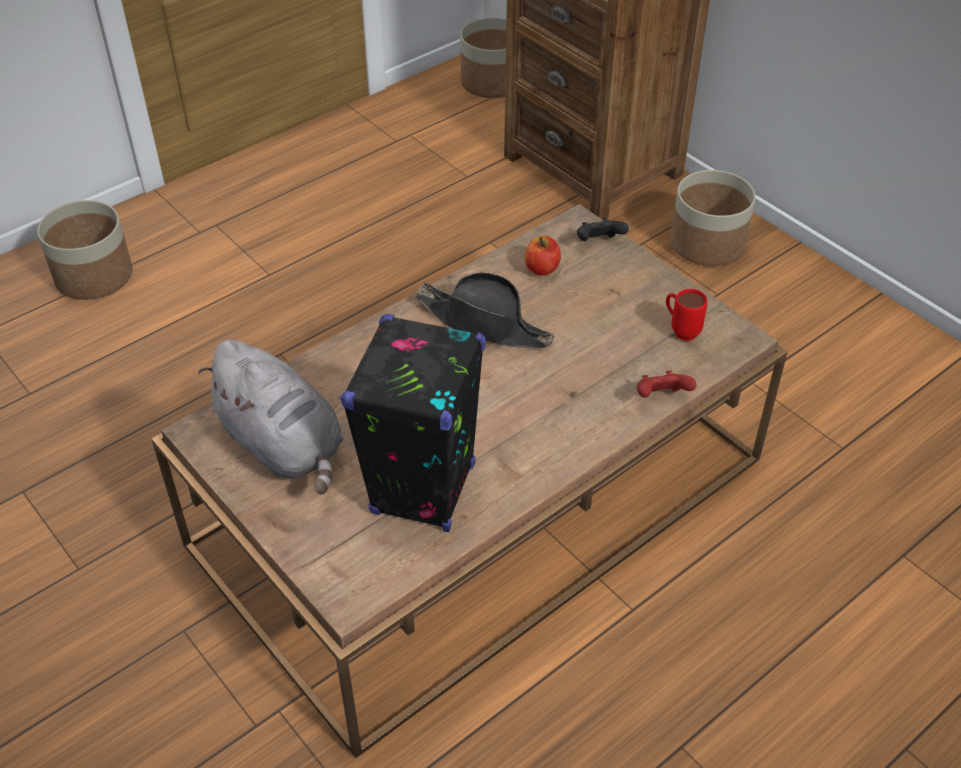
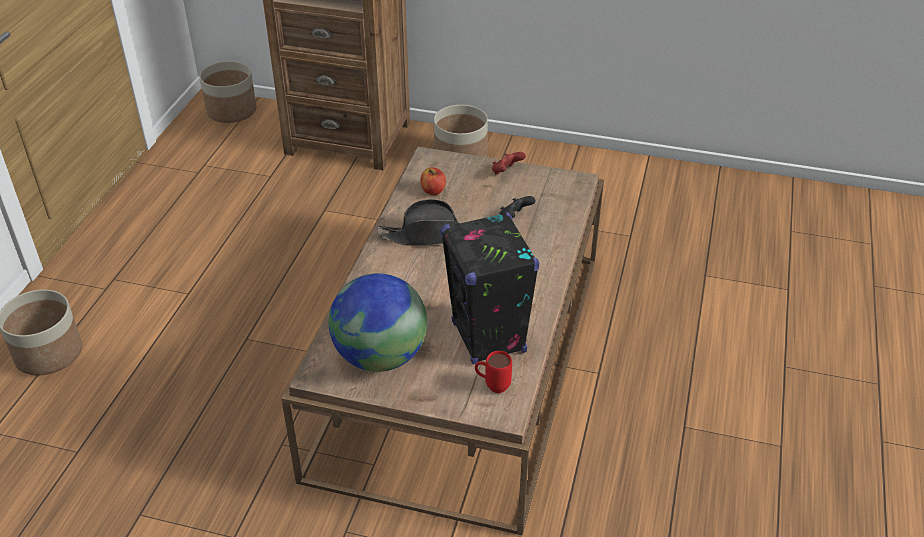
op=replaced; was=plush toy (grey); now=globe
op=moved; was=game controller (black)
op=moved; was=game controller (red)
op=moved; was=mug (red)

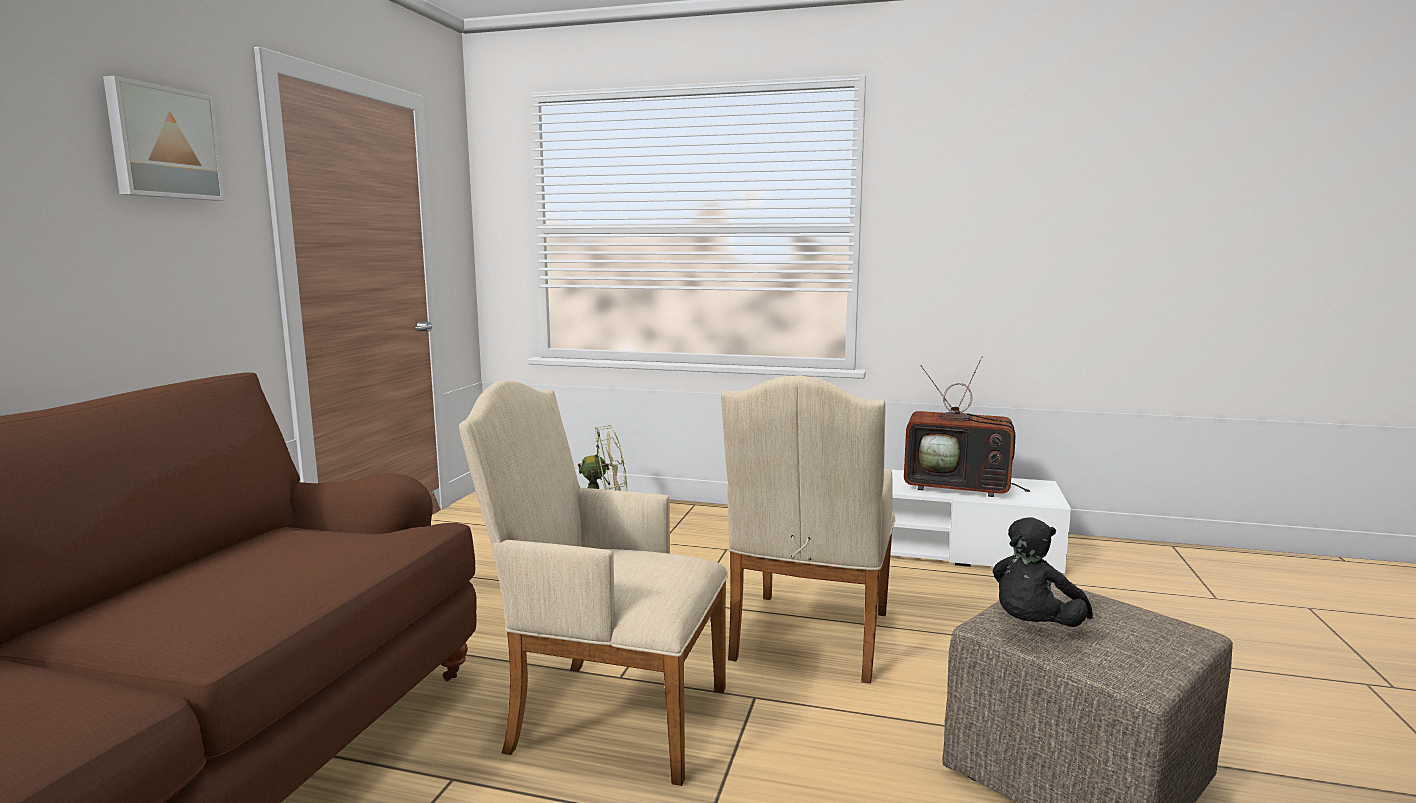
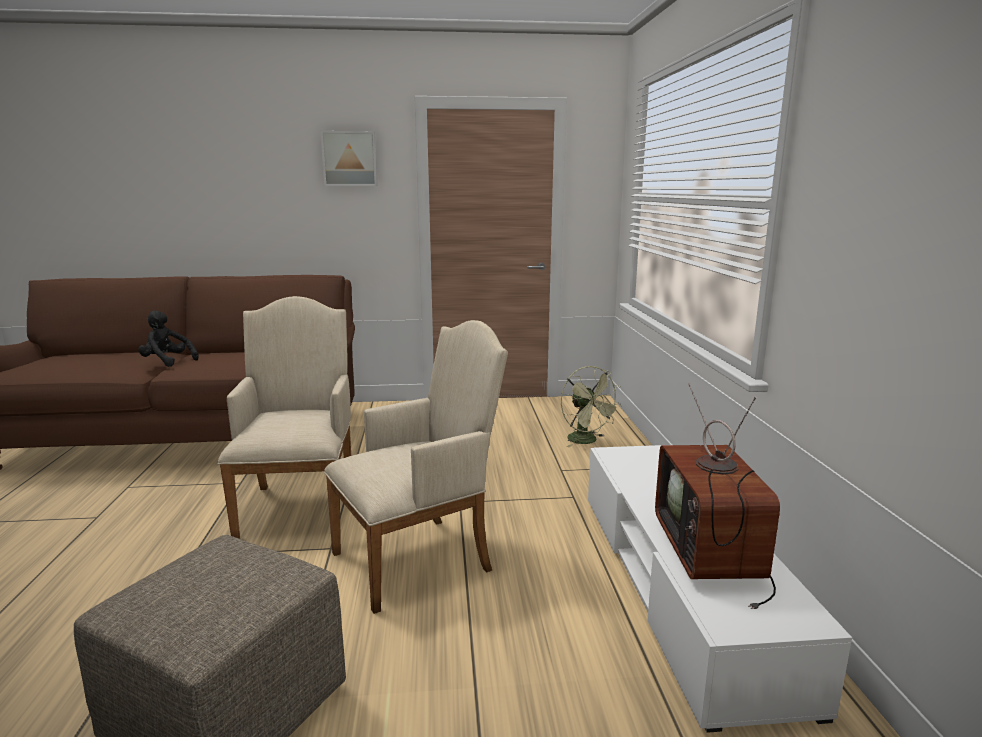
op=turned; was=armchair (beige) (2nd from left); clockwise=150
op=moved; was=plush toy (black)

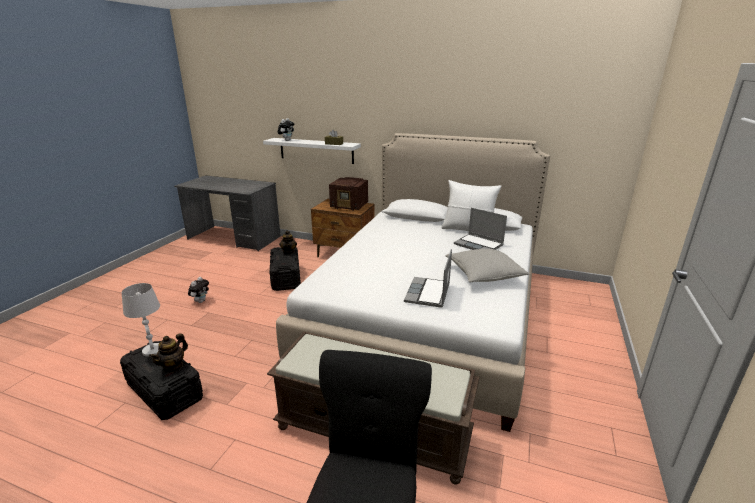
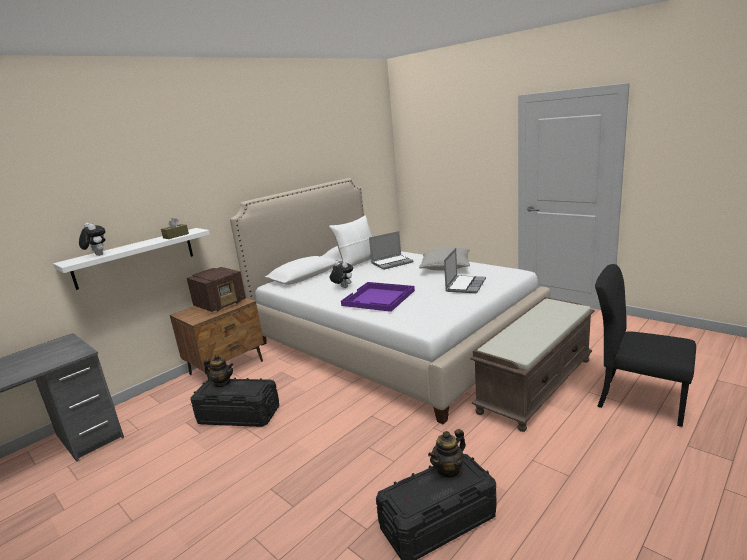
op=removed; was=table lamp (white)
op=turned; was=teapot (1st from left in the first image); clockwise=90
op=moved; was=plush toy (1st from left in the first image); now=plush toy (2nd from left)
op=turned; was=laptop (1st from left in the first image); clockwise=-105
op=added; now=tray (purple)

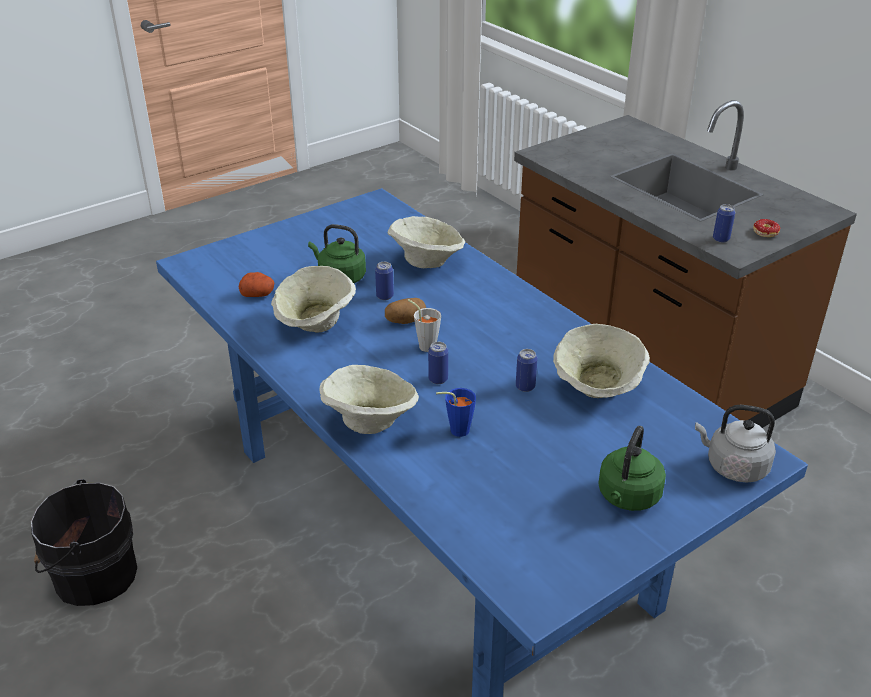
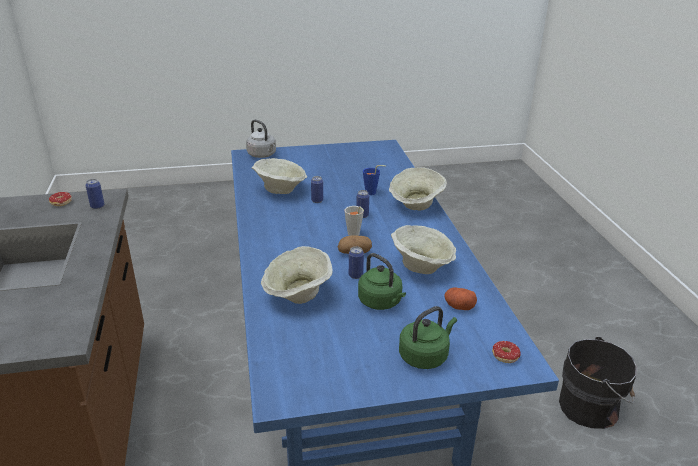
op=moved; was=kettle (green) (2nd from left)
op=added; now=donut (2nd from left)

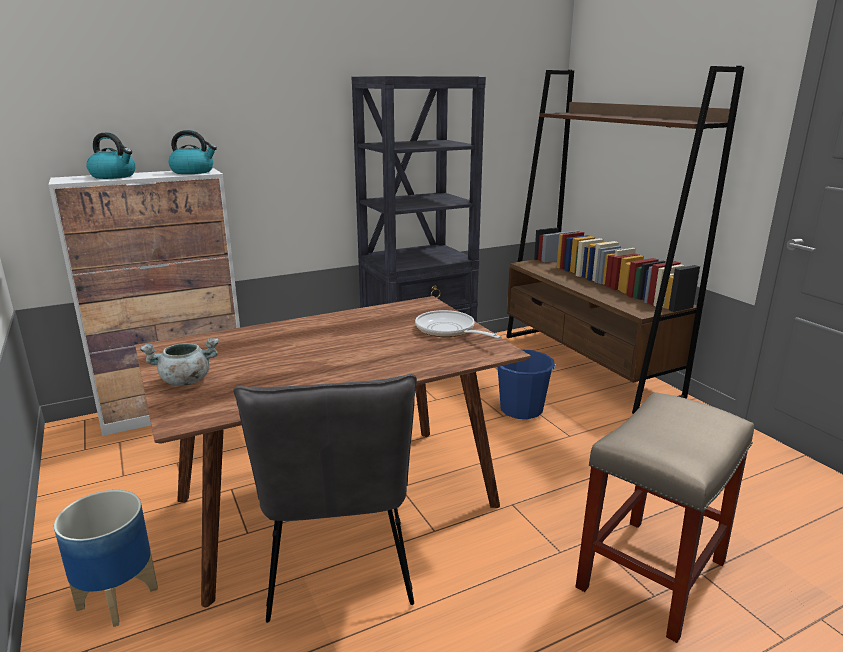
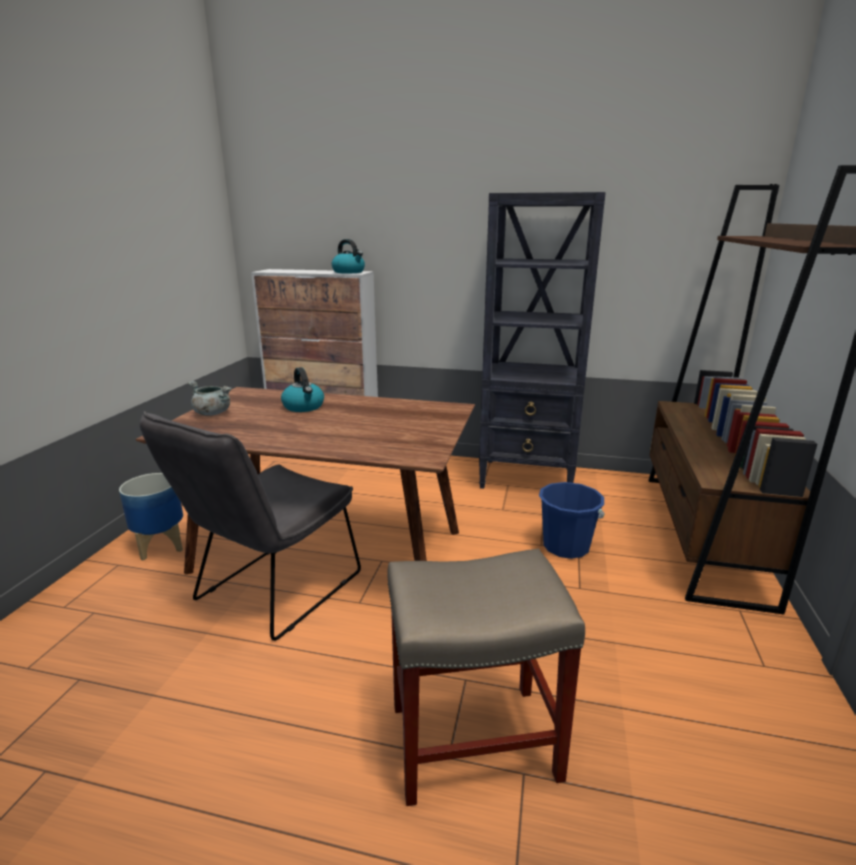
op=moved; was=kettle (1st from left)
op=removed; was=frying pan

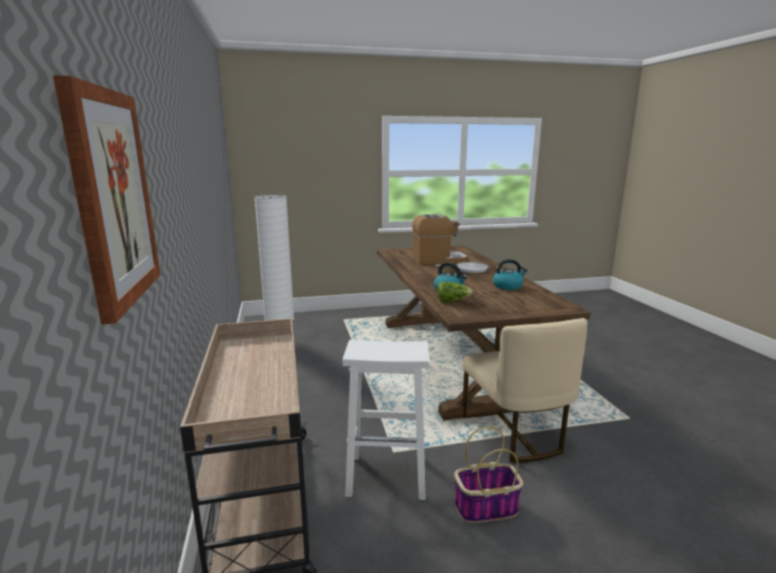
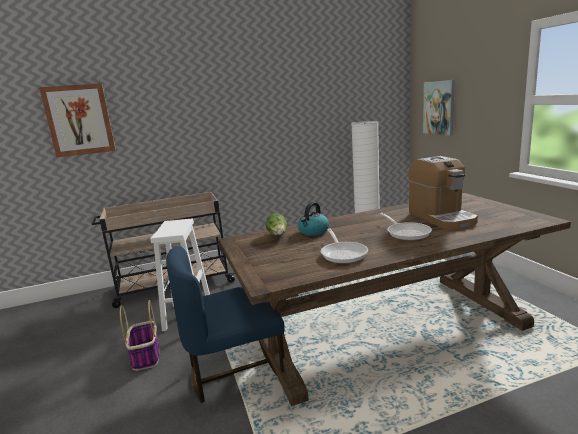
op=recoloured; was=chair (beige); now=chair (blue)
op=replaced; was=kettle (2nd from left); now=frying pan (1st from left)
op=added; now=picture (2nd from left)

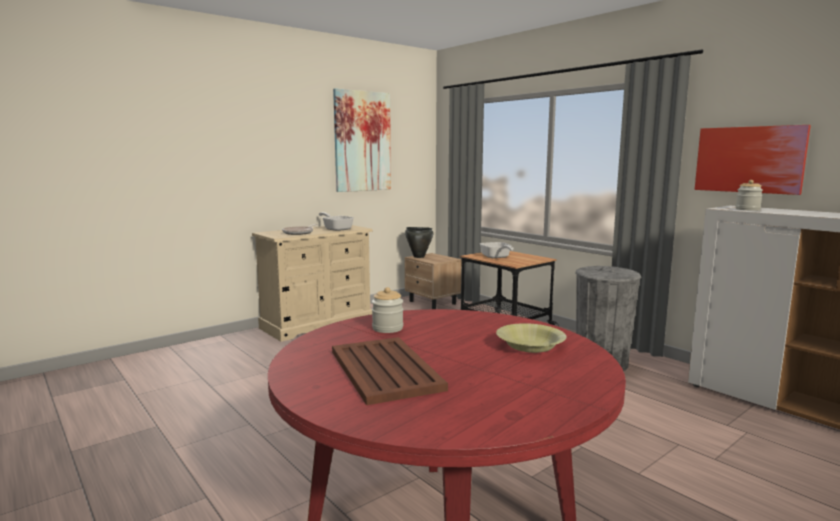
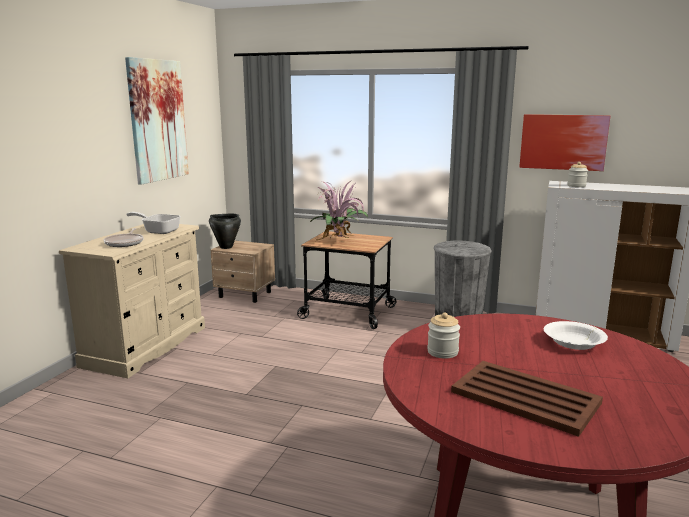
op=replaced; was=frying pan (3rd from left); now=potted plant
op=recoloured; was=bowl (yellow); now=bowl (white)

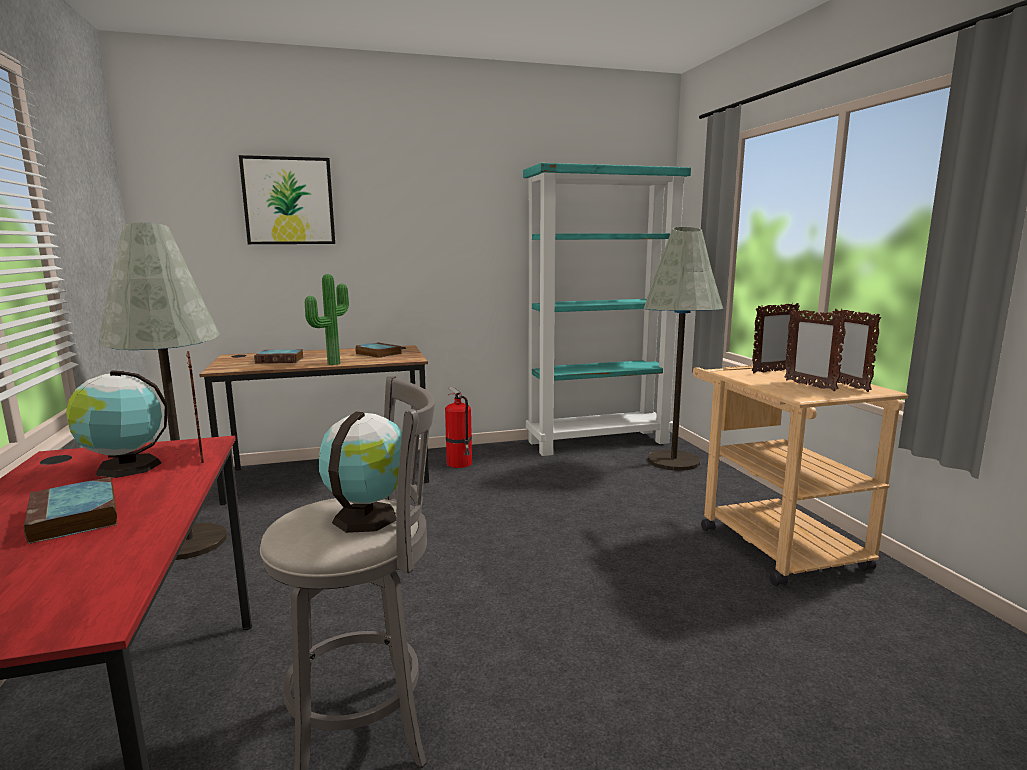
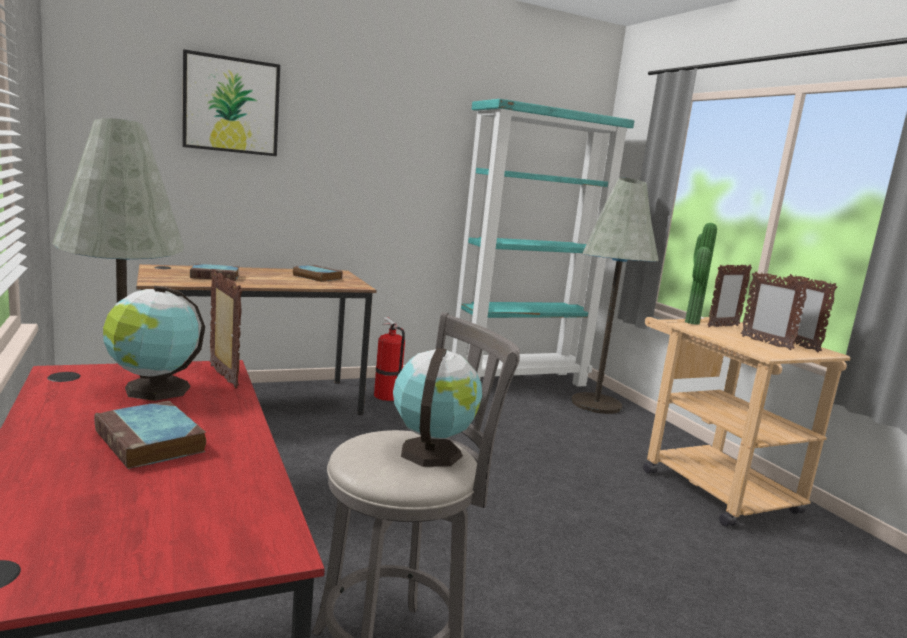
op=moved; was=potted plant

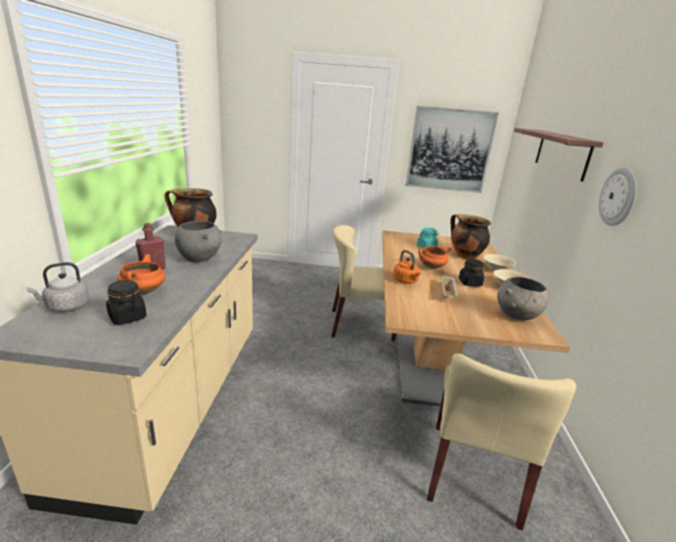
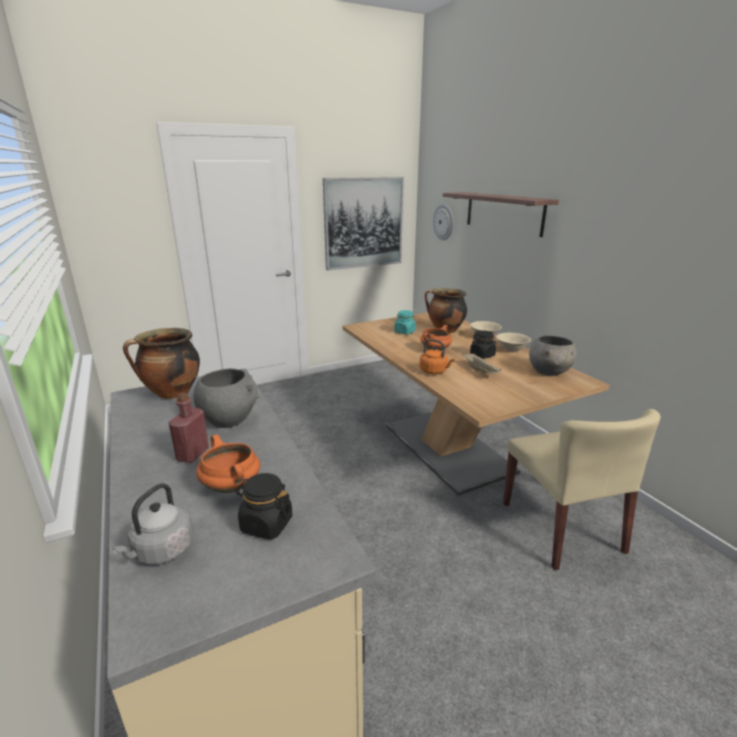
op=removed; was=chair (beige) (1st from left)
op=moved; was=wall clock

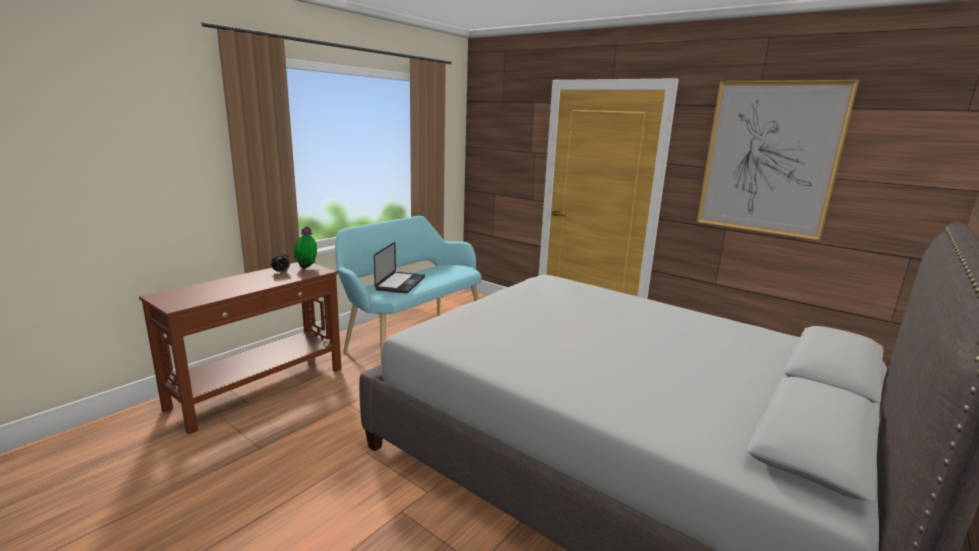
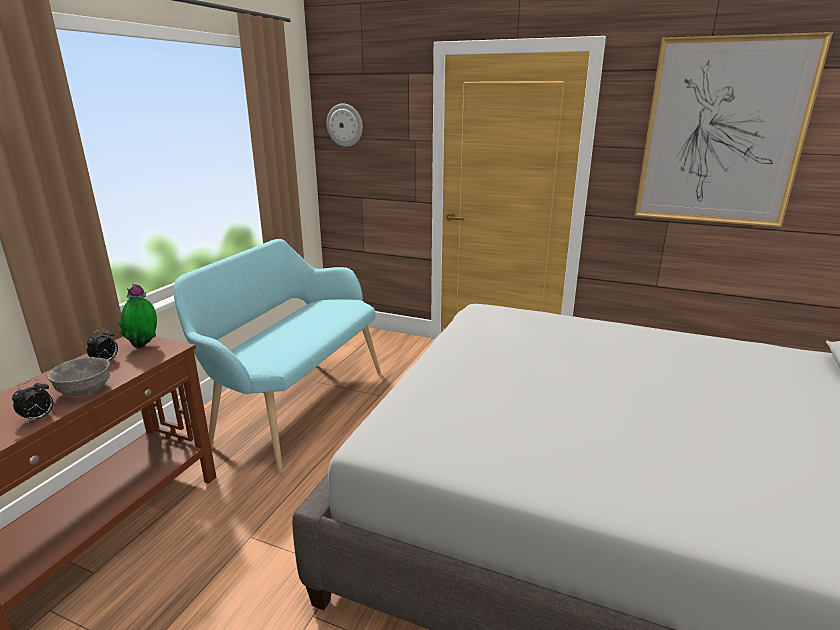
op=removed; was=laptop
op=added; now=alarm clock (1st from left)
op=added; now=bowl (grey)
op=added; now=wall clock

